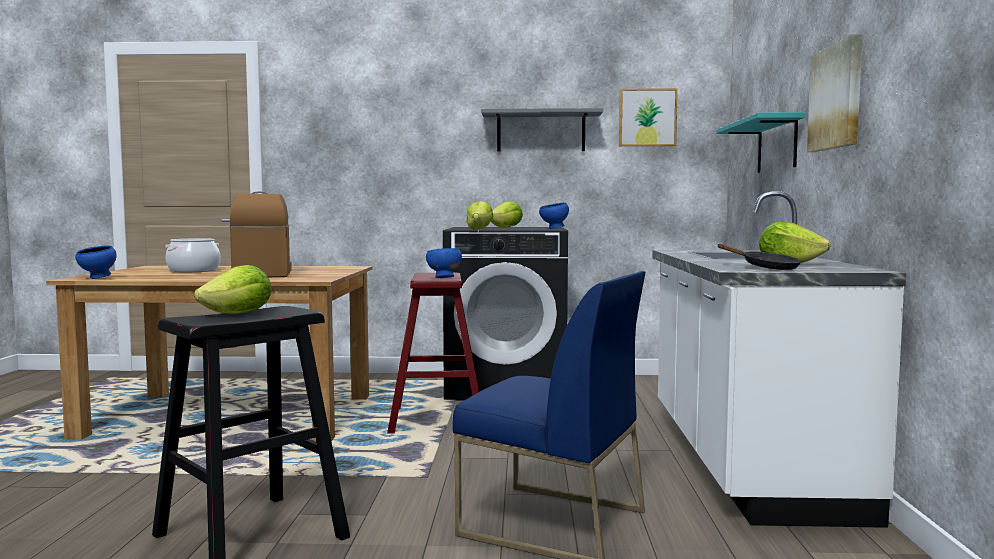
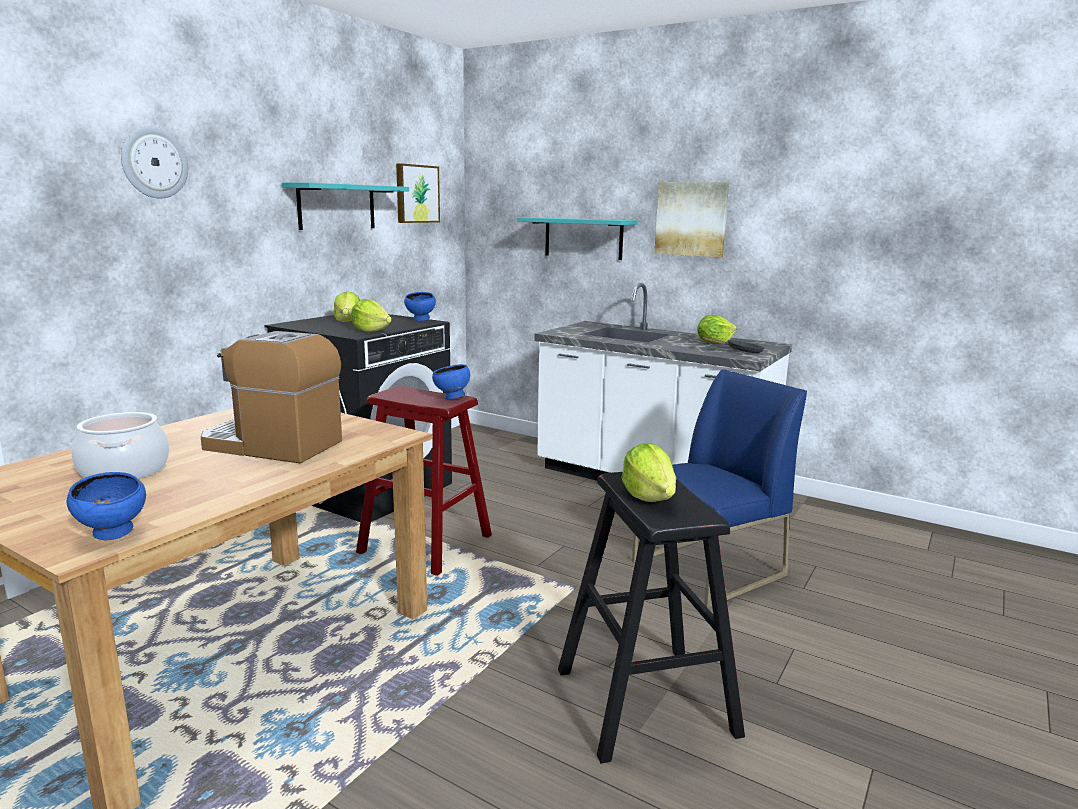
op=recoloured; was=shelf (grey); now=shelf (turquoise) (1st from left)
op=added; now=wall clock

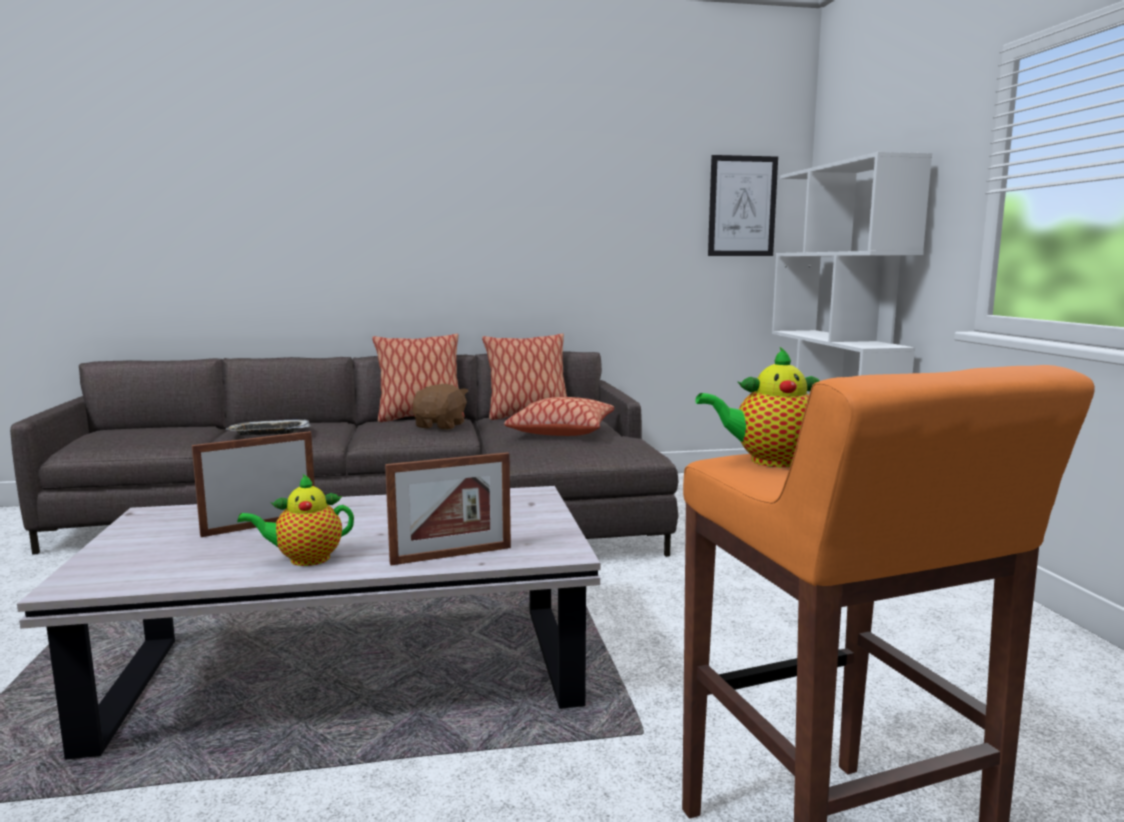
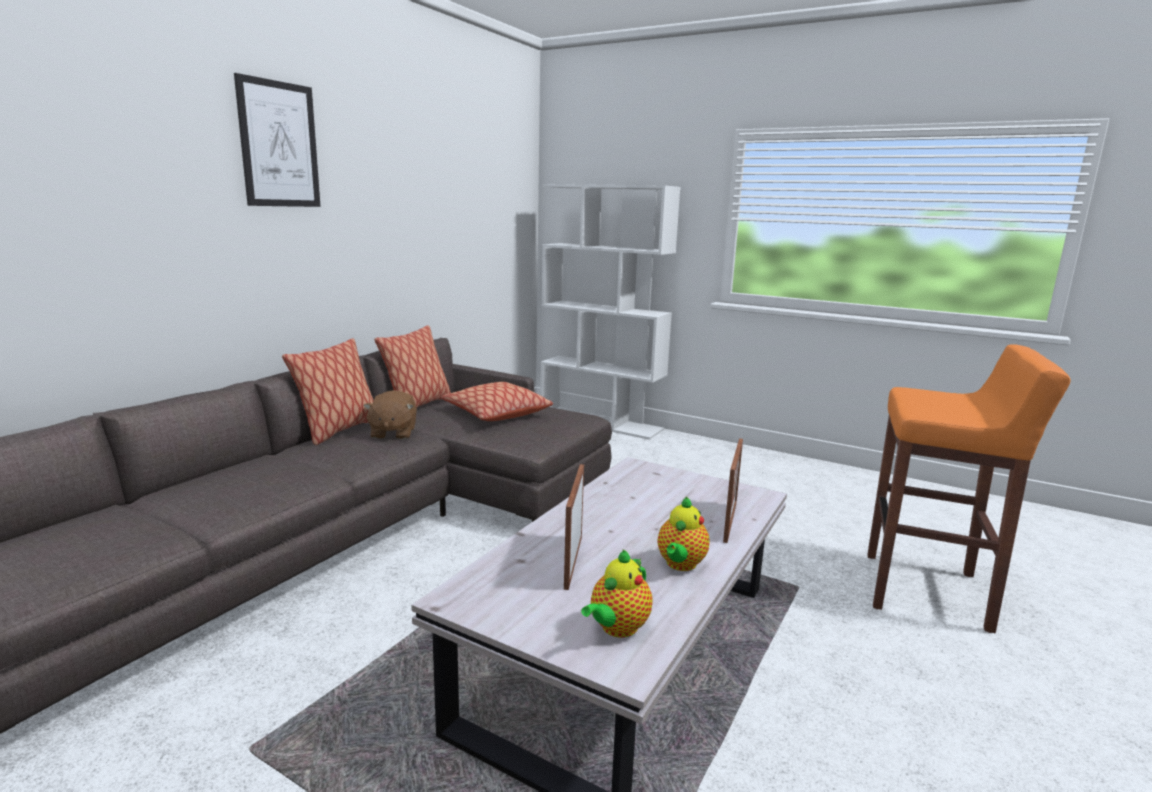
op=removed; was=tray
op=turned; was=plush toy (brown); clockwise=-150
op=moved; was=teapot (2nd from left in the first image); now=teapot (1st from left)
op=moved; was=picture

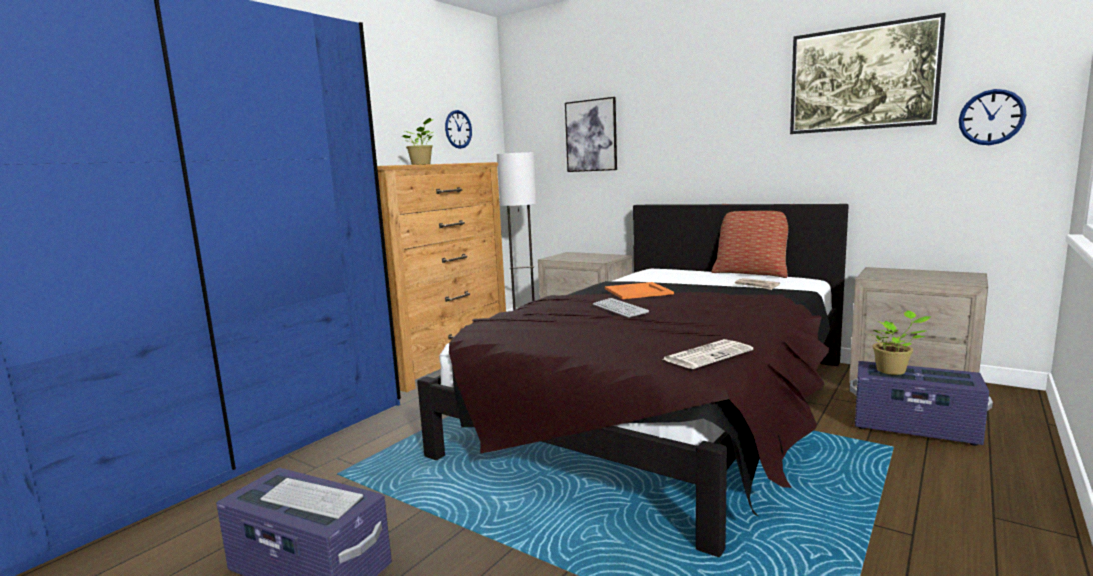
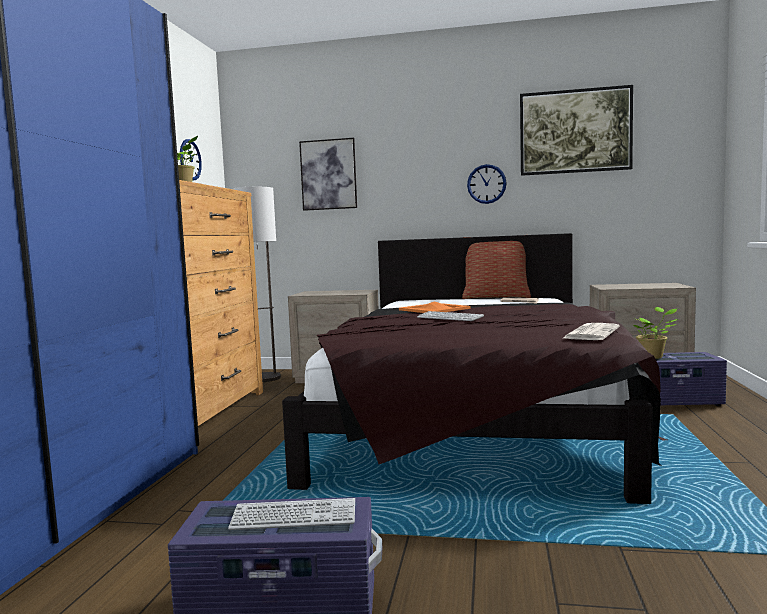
op=moved; was=wall clock (2nd from left)

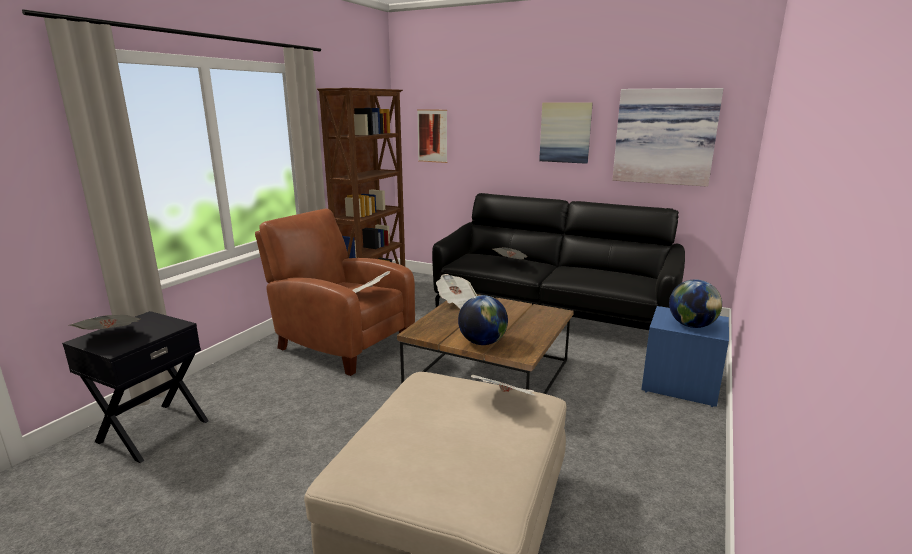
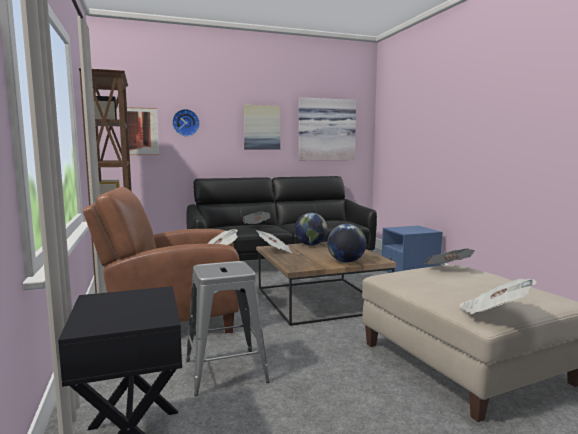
op=moved; was=newspaper (1st from left in the first image); now=newspaper (5th from left)
op=moved; was=globe (2nd from left in the first image); now=globe (1st from left)
op=added; now=wall clock
op=added; now=stool (grey)

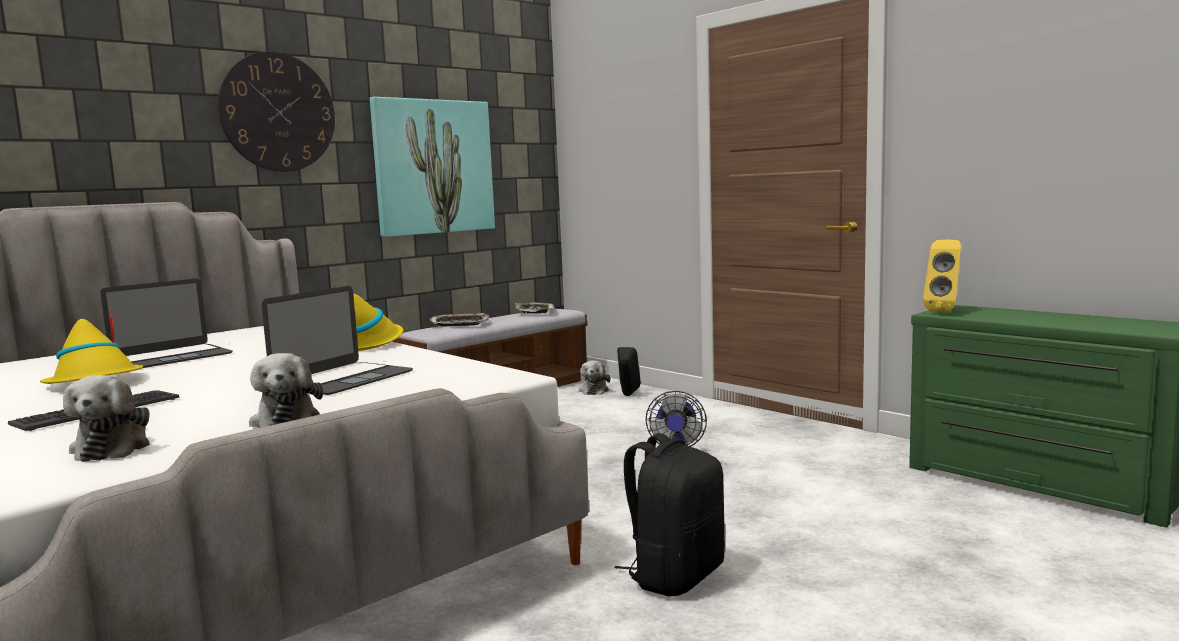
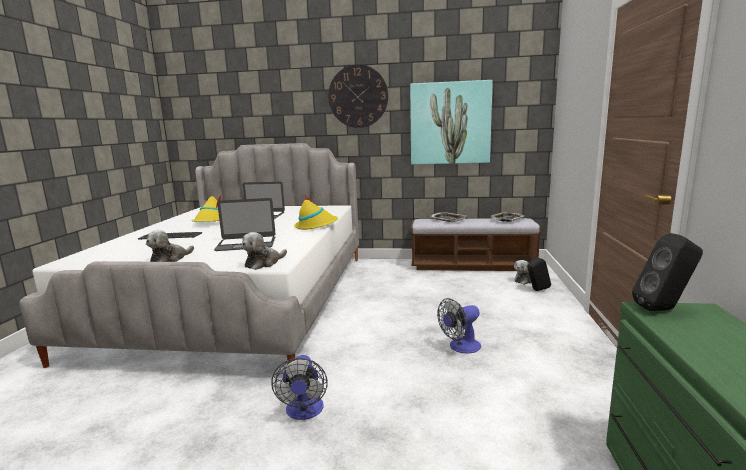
op=moved; was=plush toy (1st from left in the first image); now=plush toy (2nd from left)
op=replaced; was=backpack (black); now=fan (1st from left)
op=recoloured; was=speaker (yellow); now=speaker (black) (2nd from left)

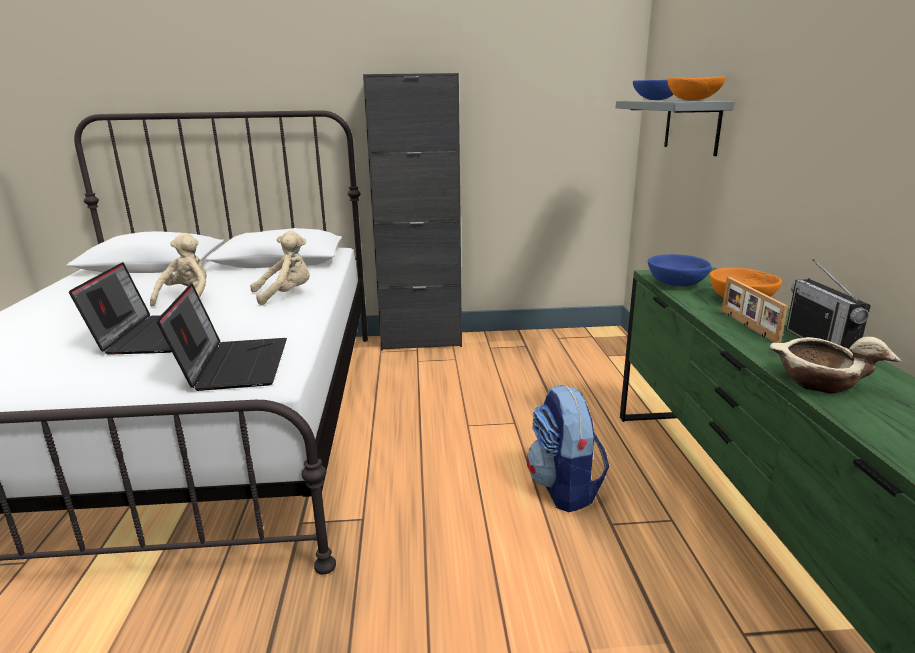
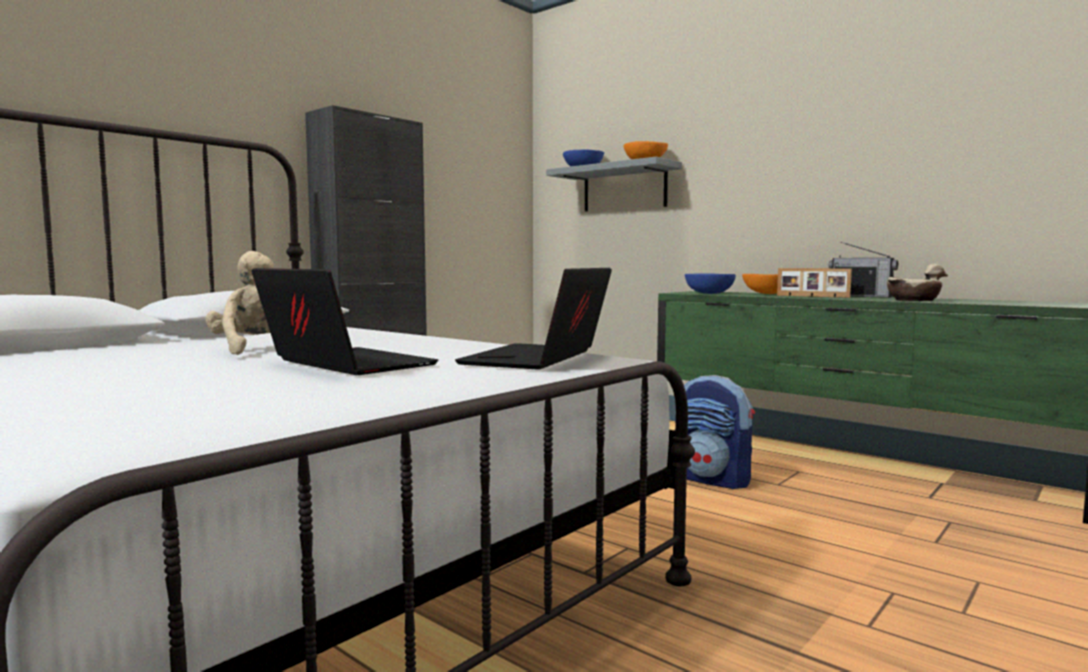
op=turned; was=laptop (2nd from left); clockwise=-105
op=removed; was=plush toy (beige) (2nd from left)

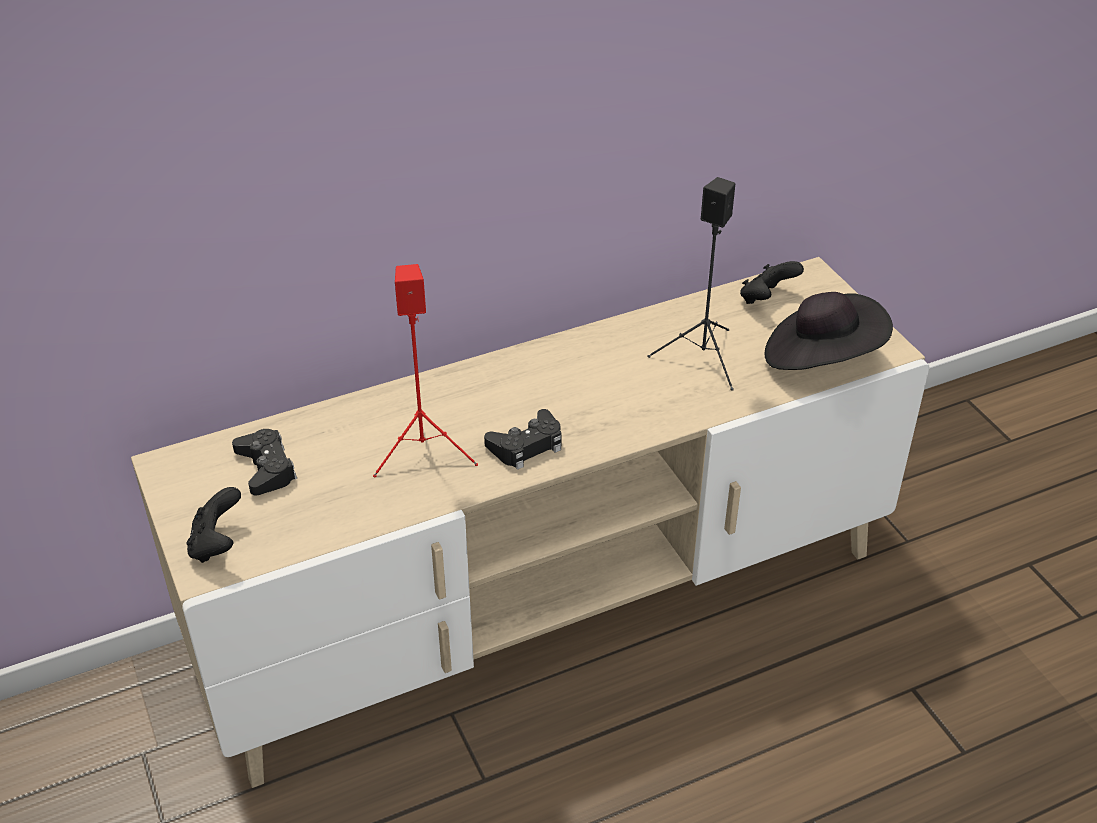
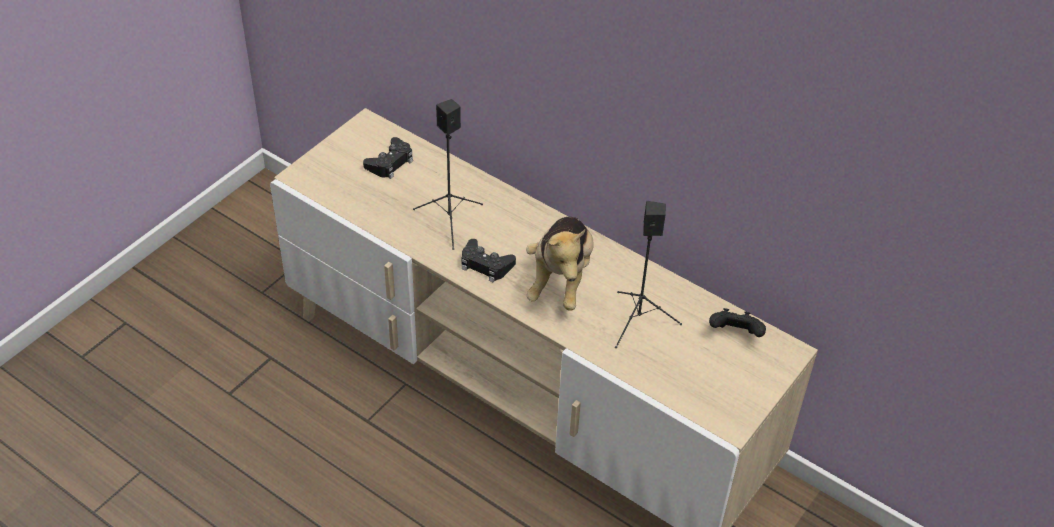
op=removed; was=game controller (black) (1st from left)
op=recoloured; was=speaker (red); now=speaker (black) (1st from left)
op=removed; was=hat (black)
op=added; now=plush toy

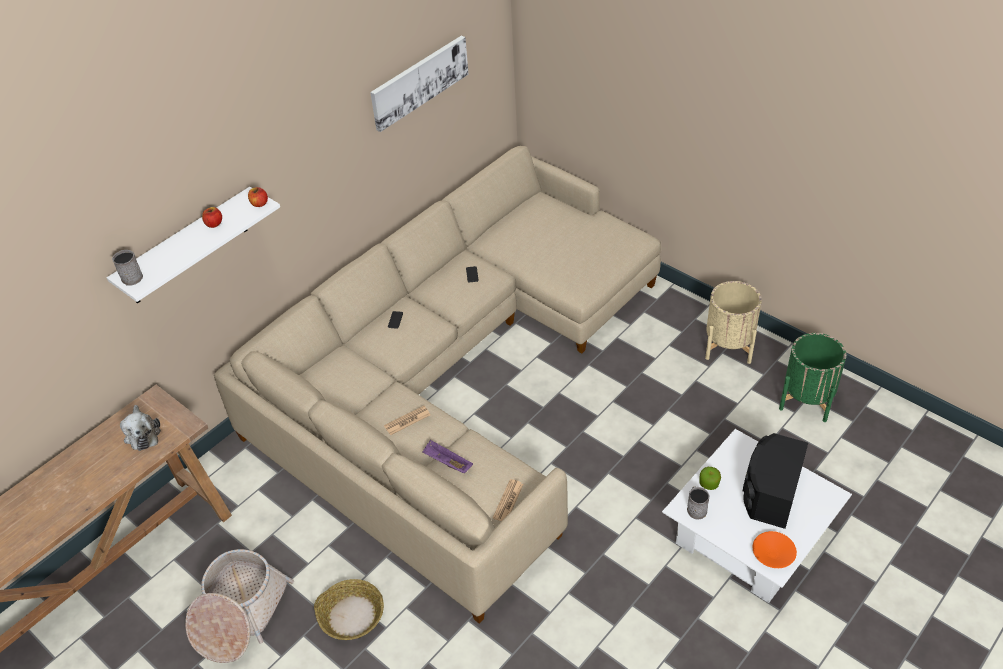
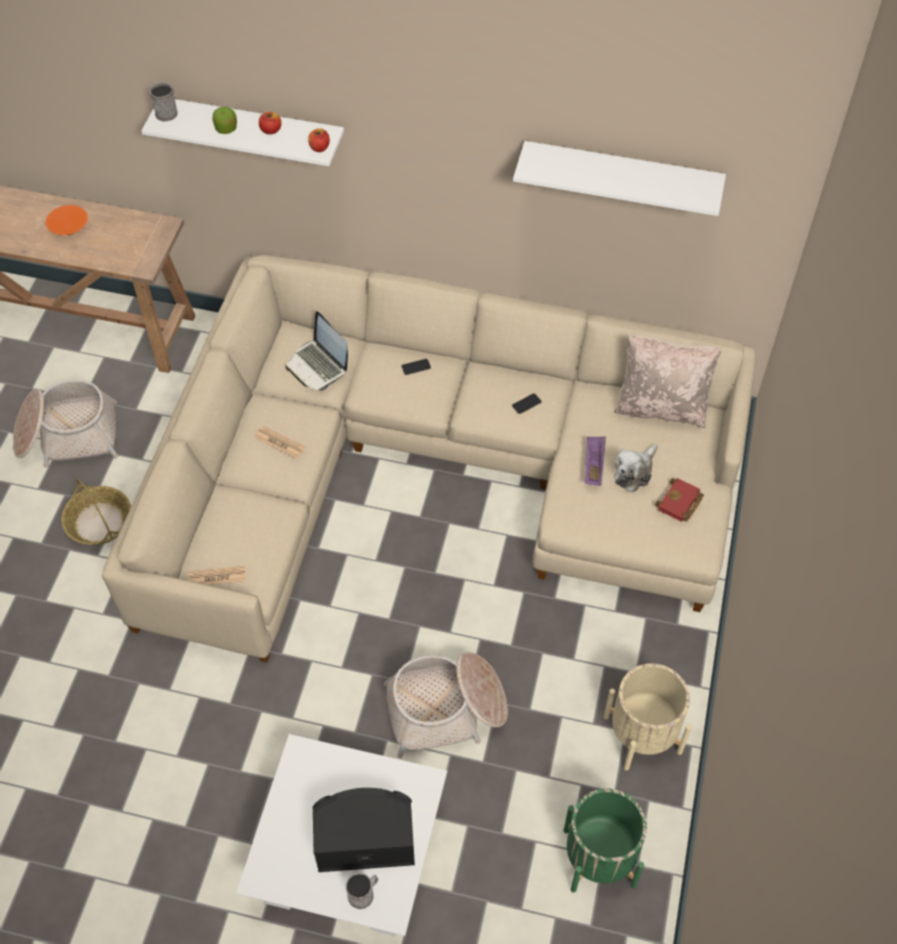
op=moved; was=plush toy
op=replaced; was=picture; now=shelf (white) (2nd from left)
op=moved; was=tray (purple)
op=moved; was=mug (grey) (2nd from left)
op=moved; was=apple (3rd from left in the first image); now=apple (1st from left)
op=moved; was=bowl (orange)
op=added; now=laptop
op=added; now=basket (3rd from left)
op=added; now=pillow (beige)
op=added; now=book (red)

